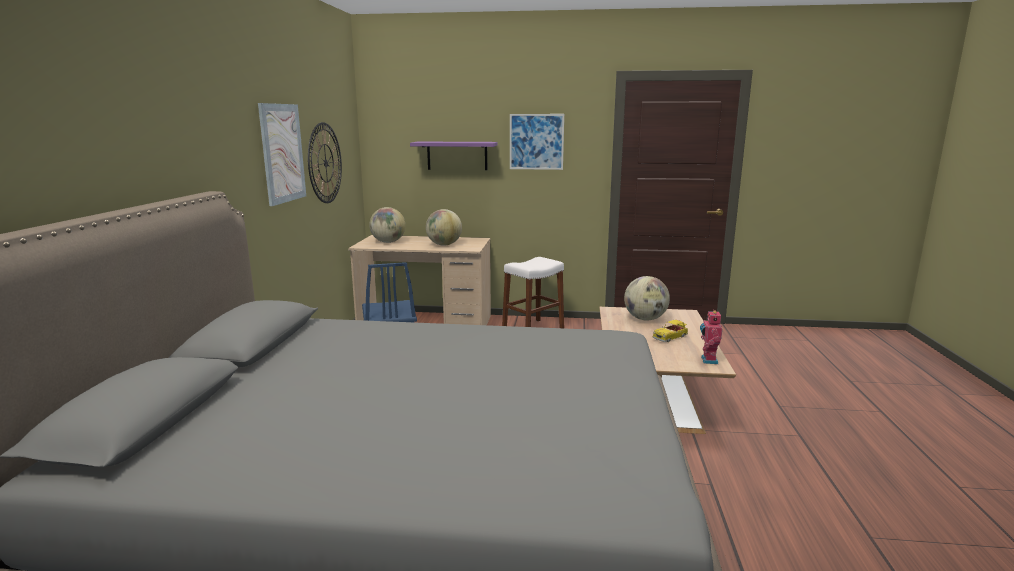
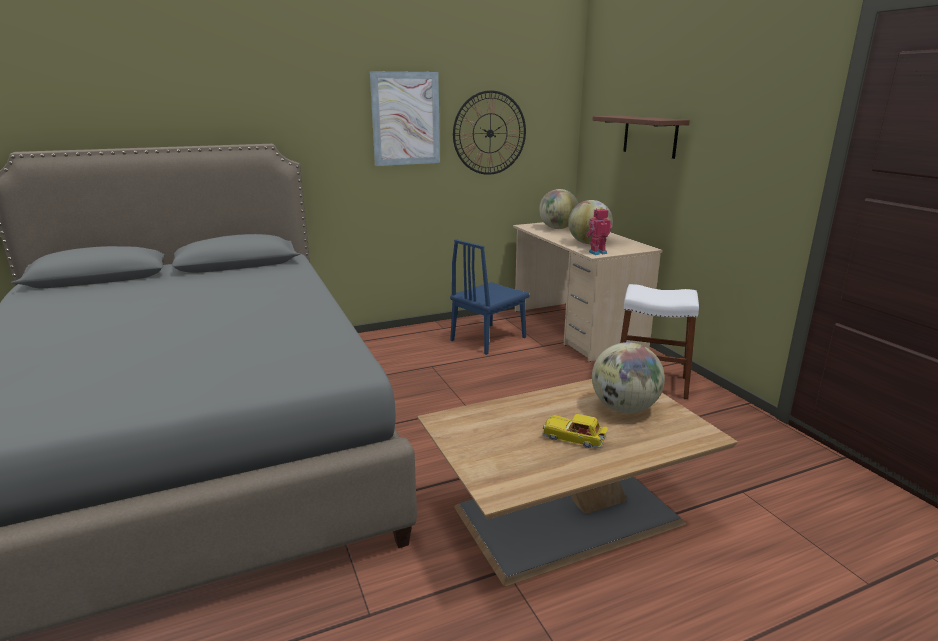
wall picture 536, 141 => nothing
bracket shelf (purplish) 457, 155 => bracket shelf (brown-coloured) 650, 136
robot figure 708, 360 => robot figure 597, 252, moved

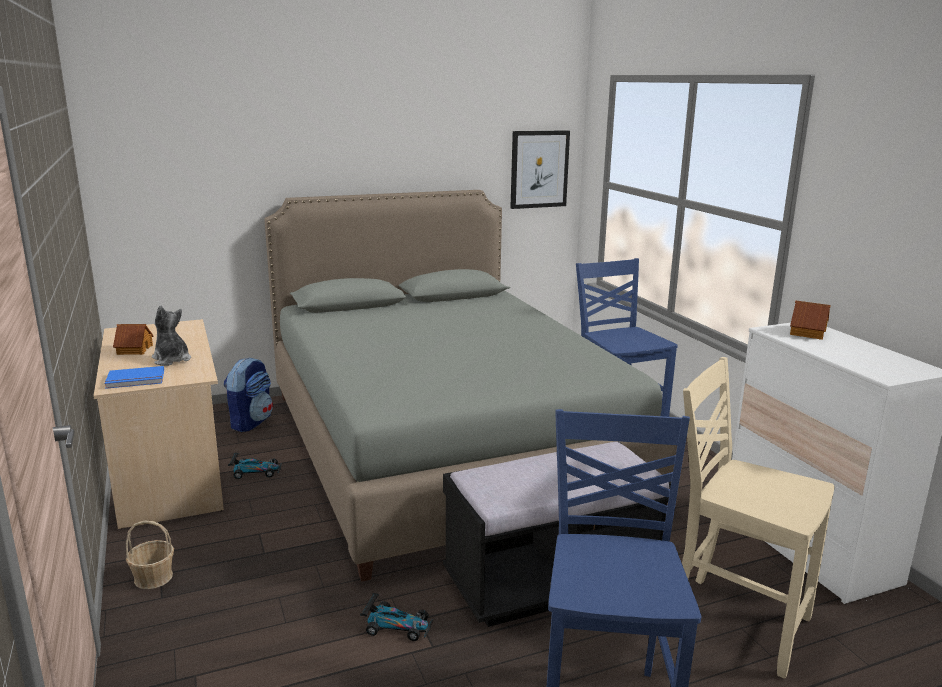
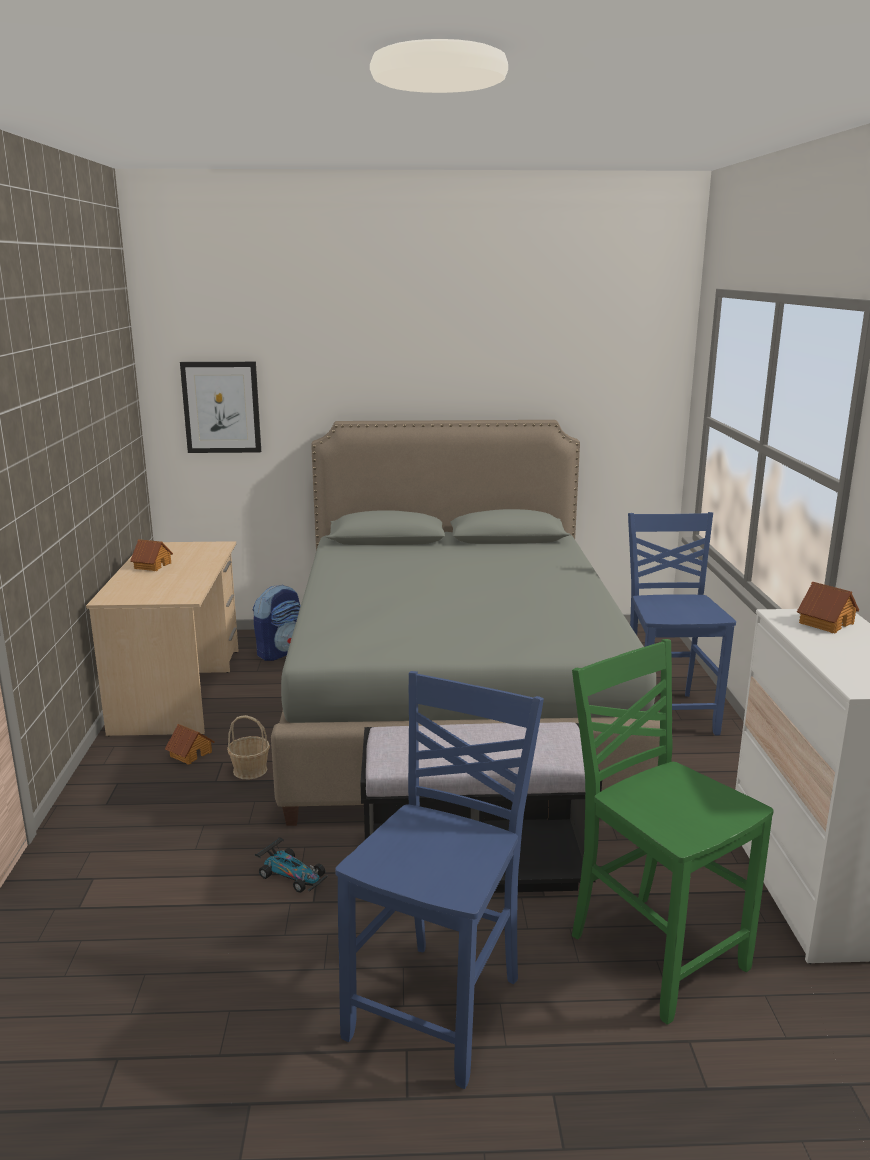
wall picture 539, 169 => wall picture 221, 407, moved
plush toy 171, 360 => nothing
chair (beige) 735, 621 => chair (green) 654, 951
volume (blue) 135, 380 => nothing
model car 255, 471 => nothing
household basket 153, 577 => household basket 250, 770, moved
nothing => miniature house 190, 754

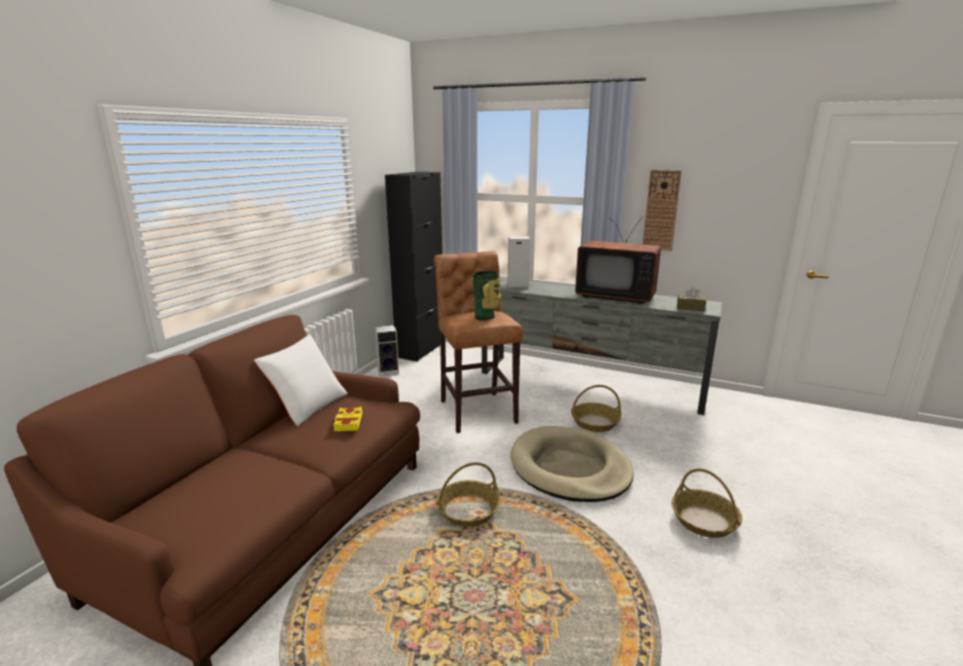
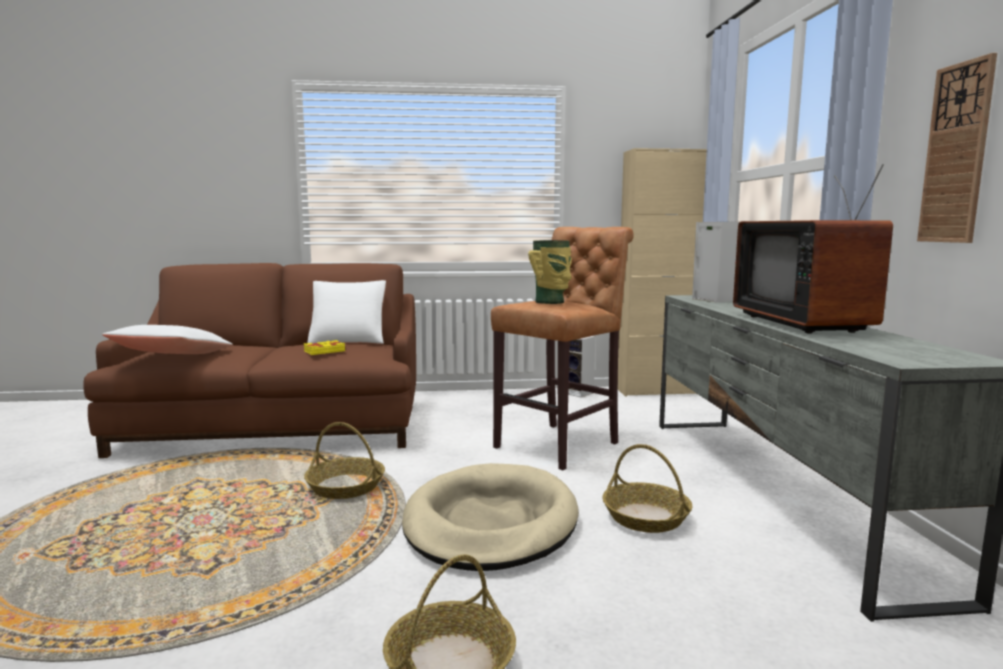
cupboard (blackish) 421, 350 => cupboard (beige) 656, 391
tissue holder (brown-coloured) 690, 308 => nothing
nothing => pillow (white-coloured) 172, 356

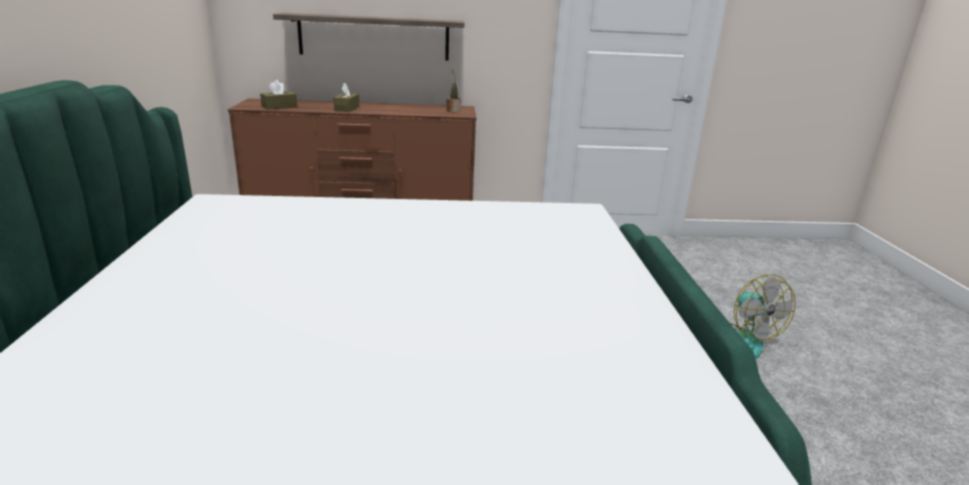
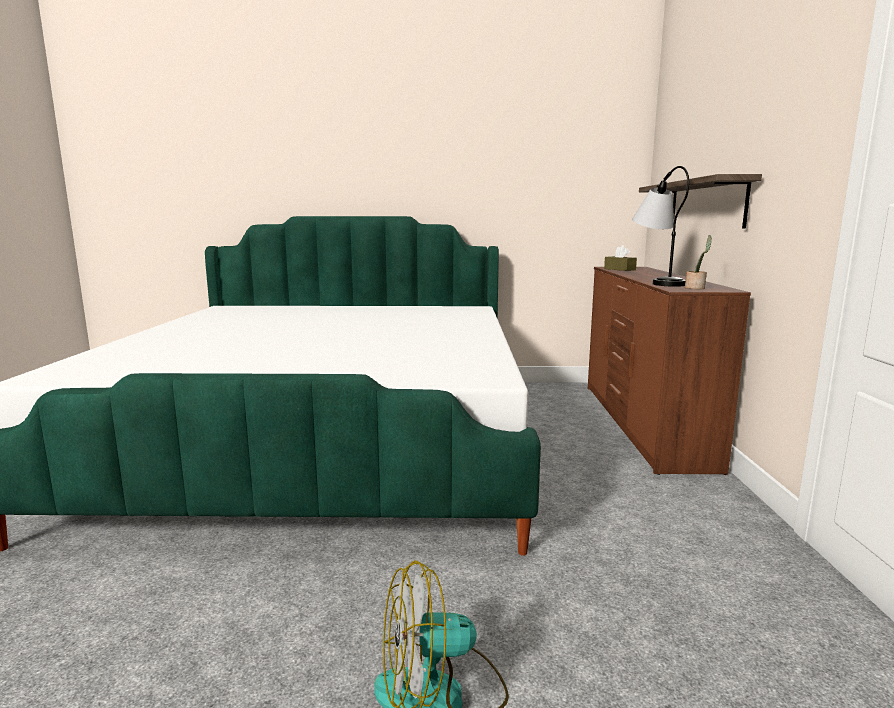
tissue holder (brown-coloured) 347, 109 => nothing
nothing => table lamp 656, 282

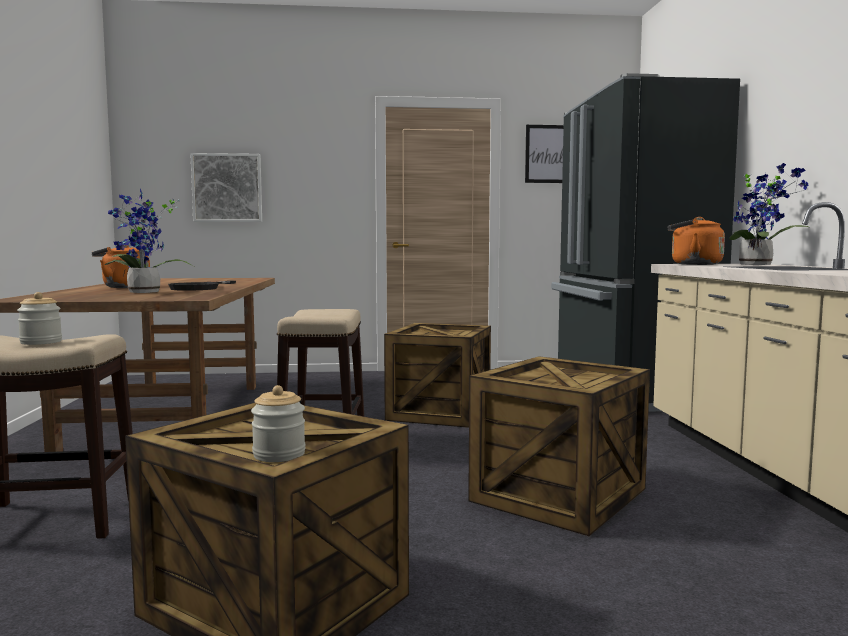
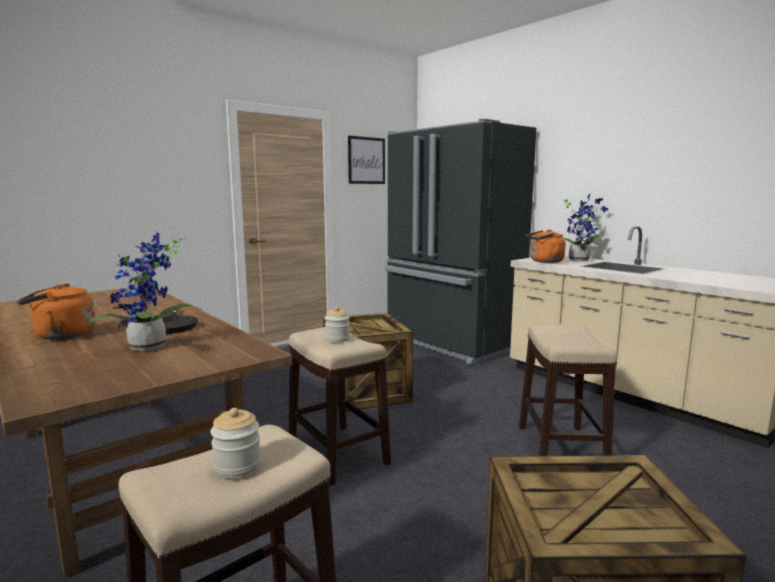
wall picture 227, 188 => nothing
crate 560, 495 => stool seat 561, 449
storage jar 279, 454 => storage jar 337, 339, moved

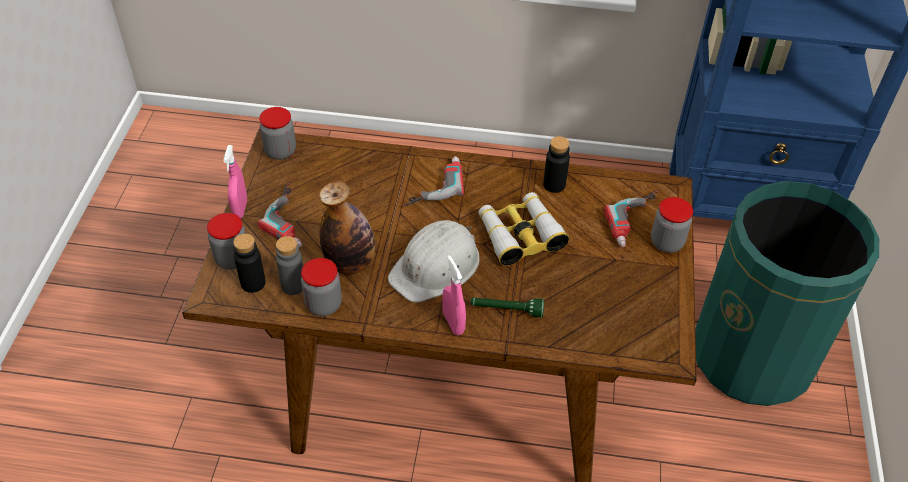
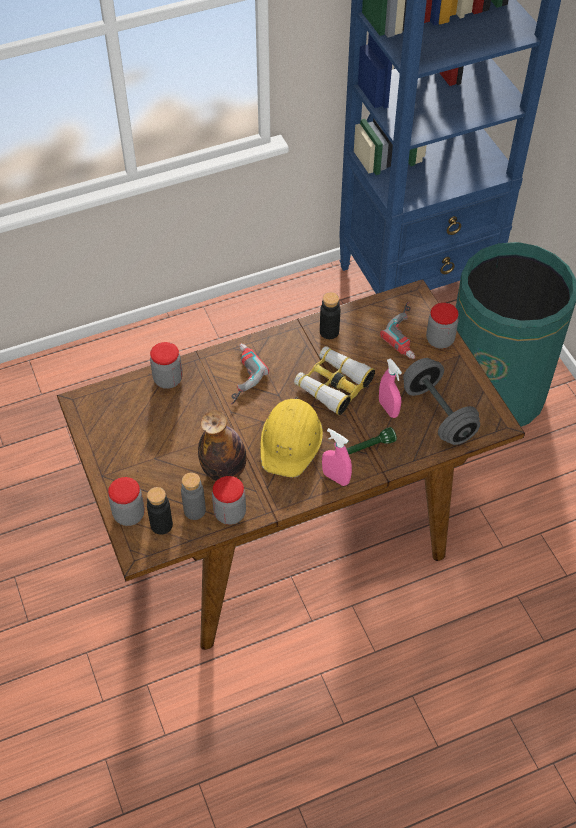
storage jar 280, 151 => storage jar 168, 379, moved
spray bottle (pinkish) 240, 209 => spray bottle (pinkish) 388, 409, moved
power drill 293, 219 => nothing
safety helmet (white-coloured) 436, 266 => safety helmet (yellow-coloured) 291, 440
nothing => dumbbell (gray) 438, 414

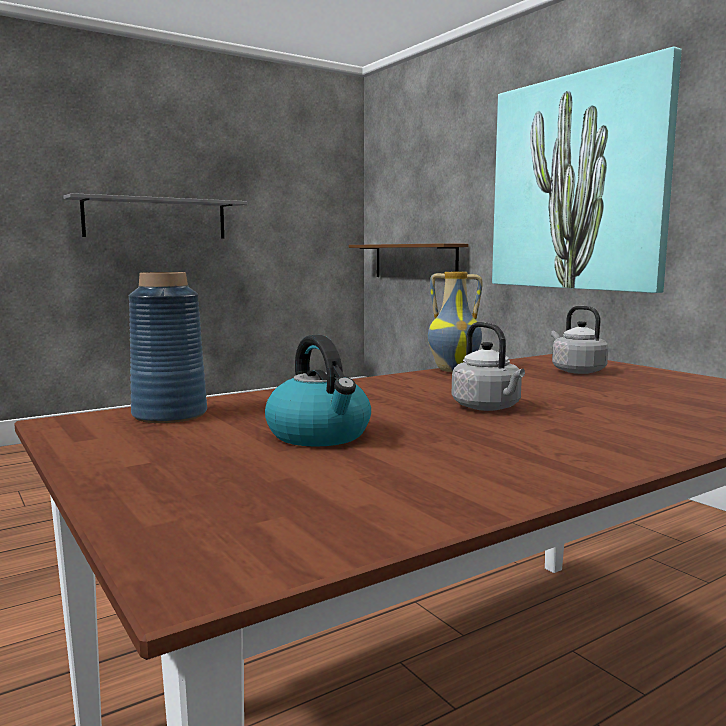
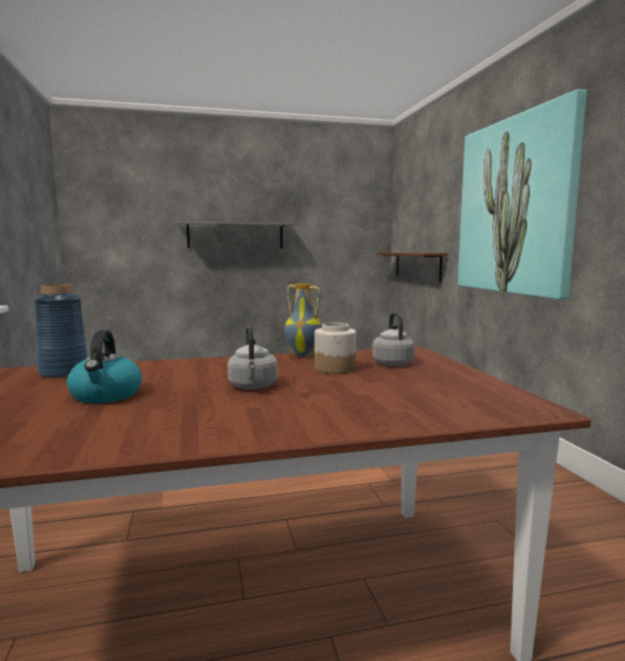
nothing => storage jar 335, 368

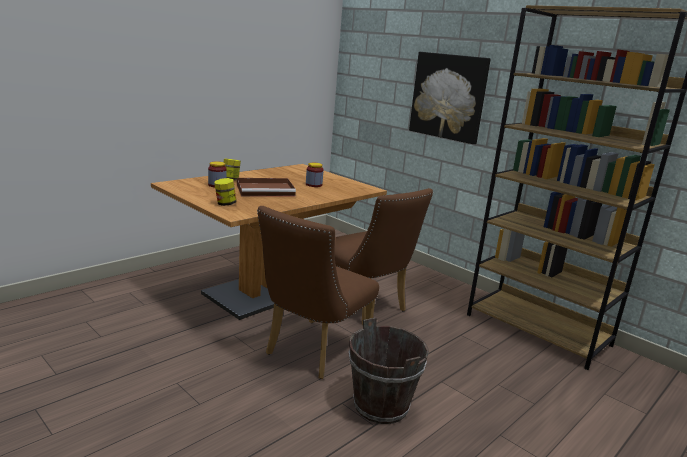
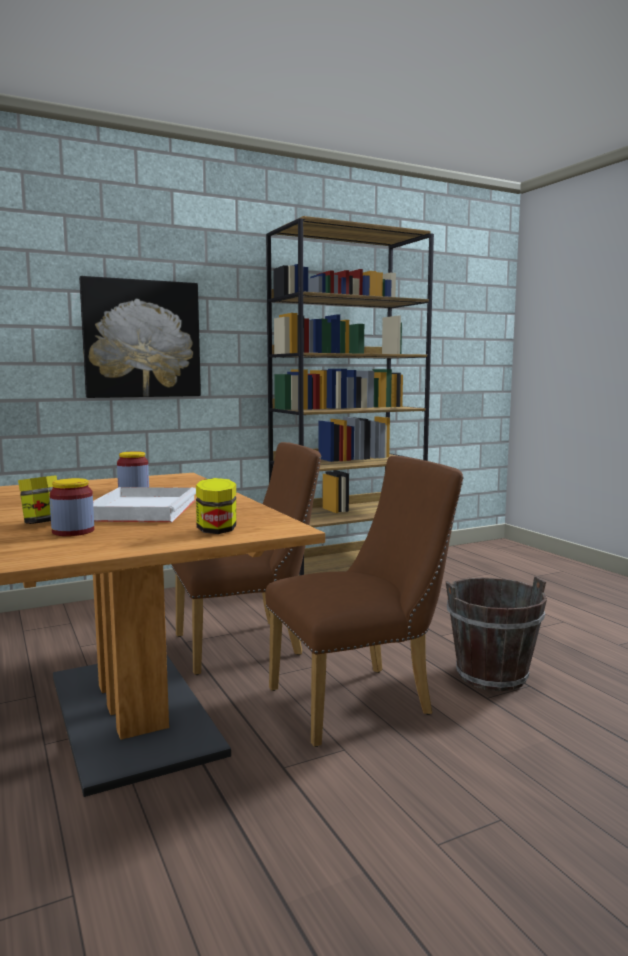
tray (brown-coloured) 266, 190 => tray (white-coloured) 143, 510
chair (brown-coloured) 311, 352 => chair (brown-coloured) 361, 701, 75 degrees counterclockwise

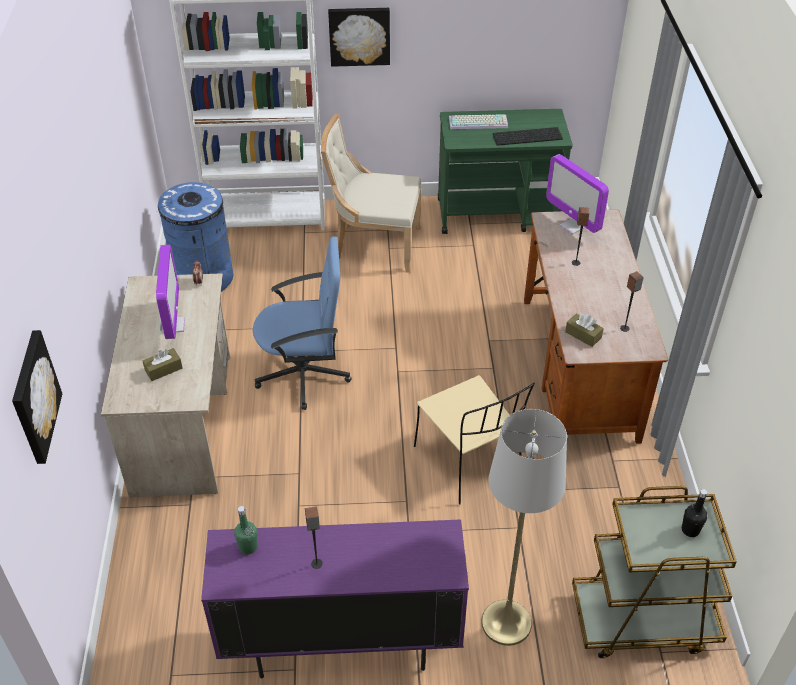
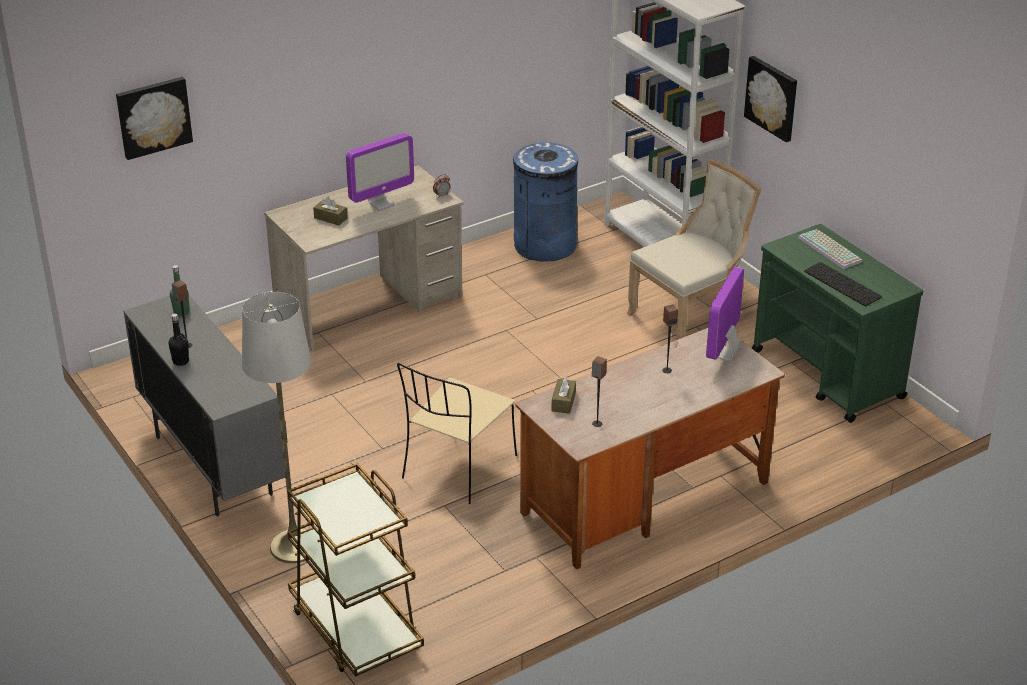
chair (beige) 373, 245 => chair (beige) 690, 316, 75 degrees clockwise
office chair (blue) 305, 374 => nothing
beverage bottle (blackish) 690, 530 => beverage bottle (blackish) 180, 361, moved
cupboard (purplish) 341, 644 => cupboard (gray) 213, 465

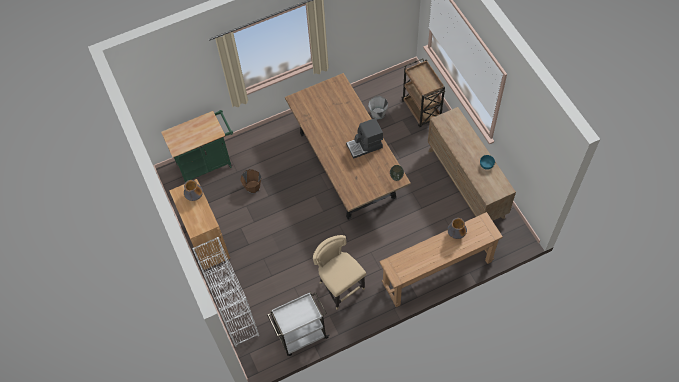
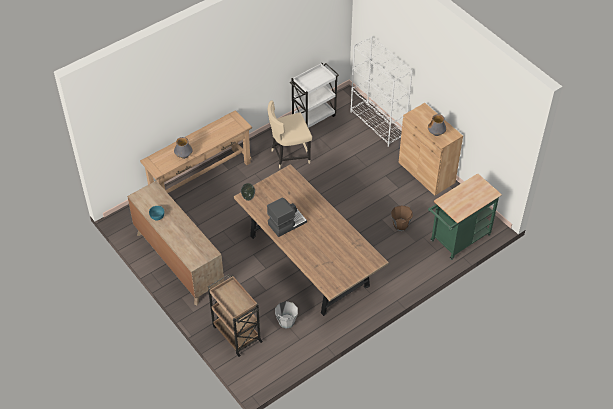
chair (beige) 340, 286 => chair (beige) 289, 155, 120 degrees clockwise

